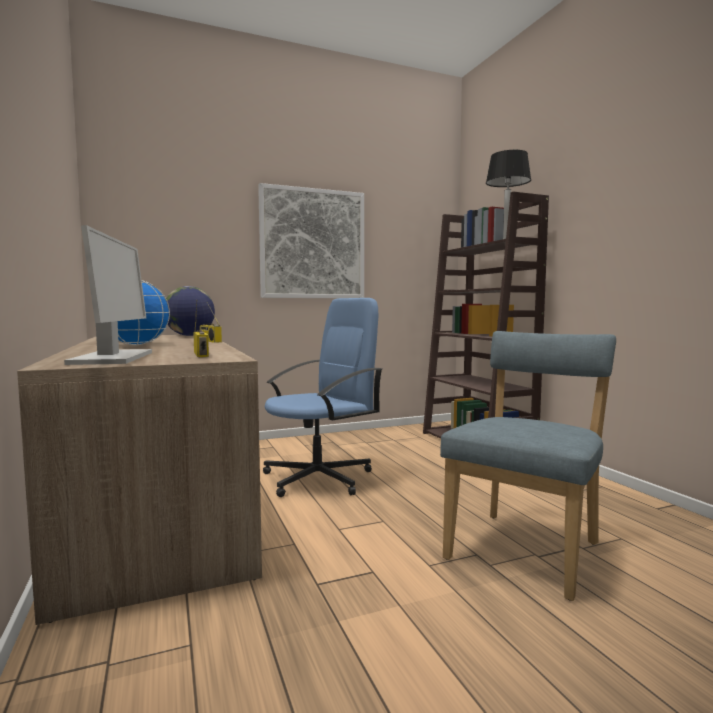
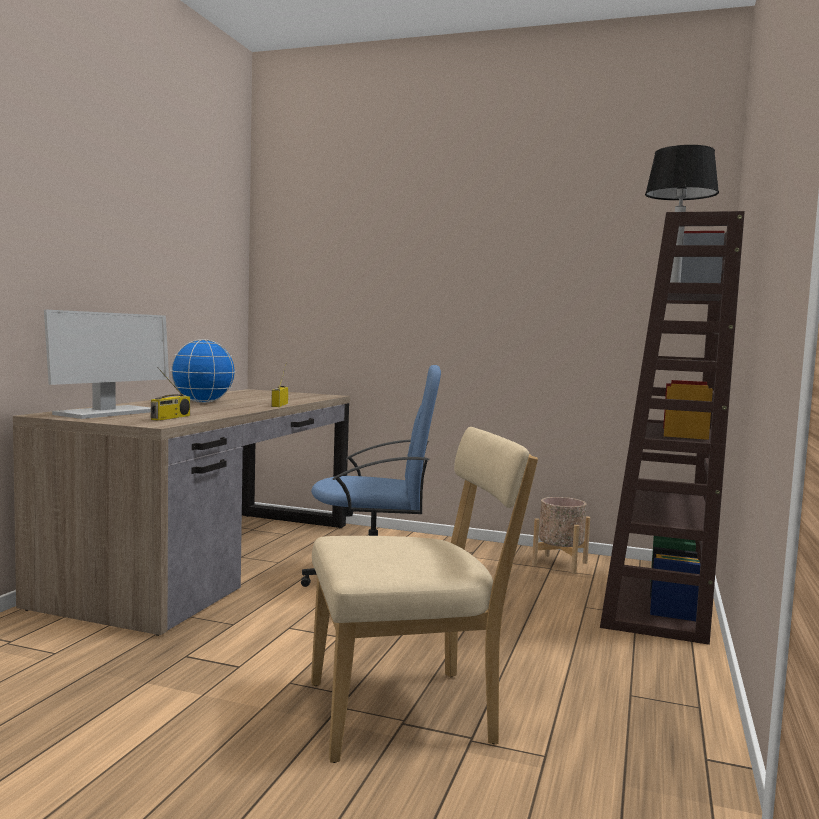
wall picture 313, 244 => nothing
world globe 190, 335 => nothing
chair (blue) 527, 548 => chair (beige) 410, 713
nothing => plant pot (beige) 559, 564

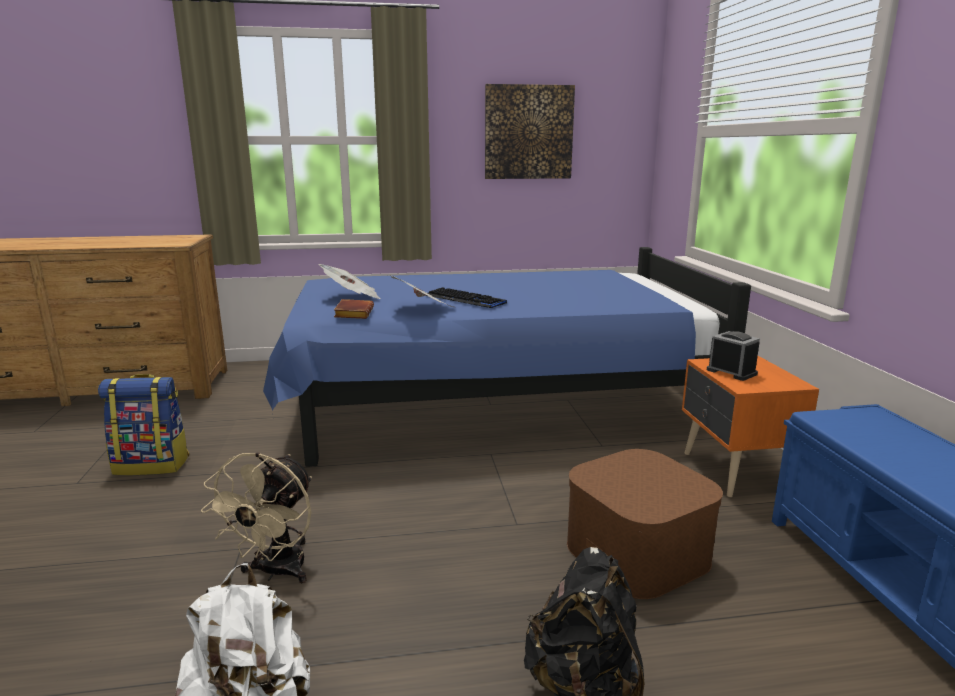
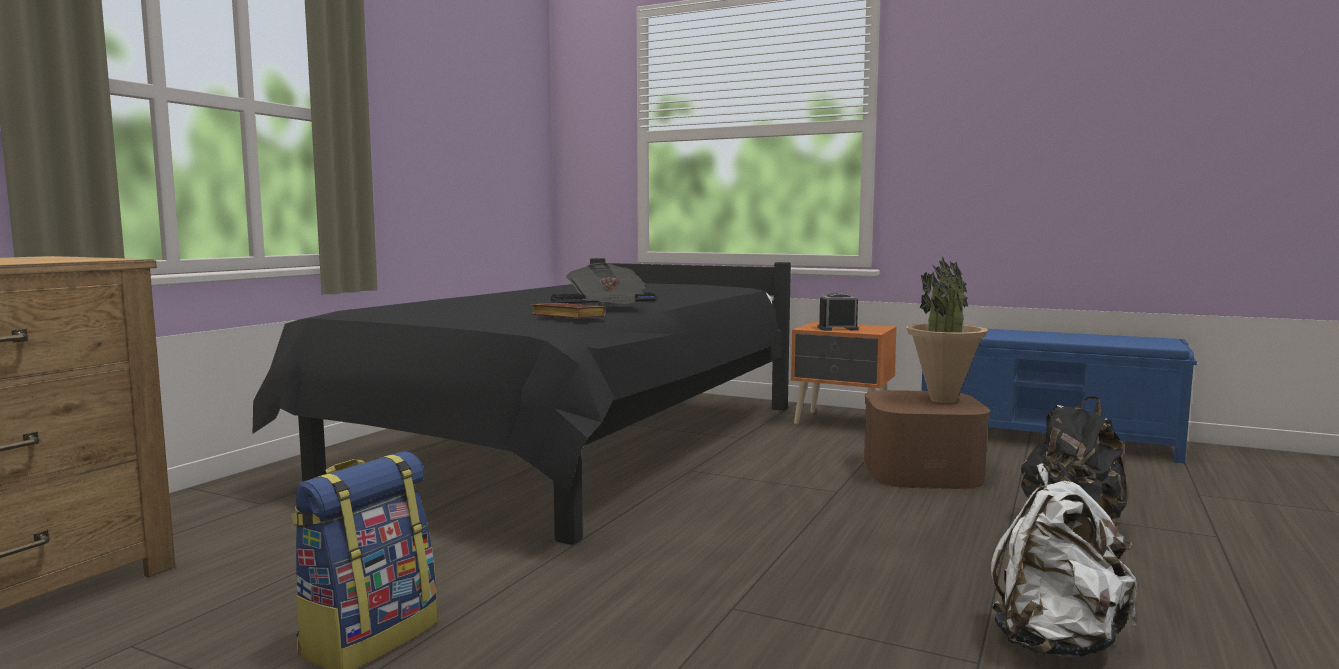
wall picture 528, 132 => nothing
bed (blue) 489, 404 => bed (blackish) 577, 446
newspaper 352, 297 => nothing
fan (beige) 276, 572 => nothing
nothing => potted plant 943, 400

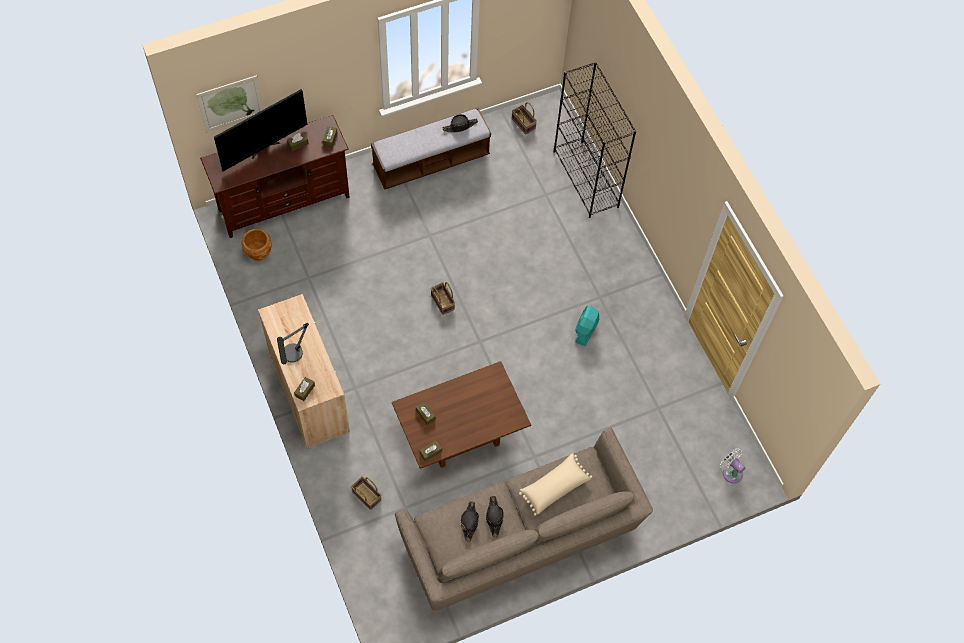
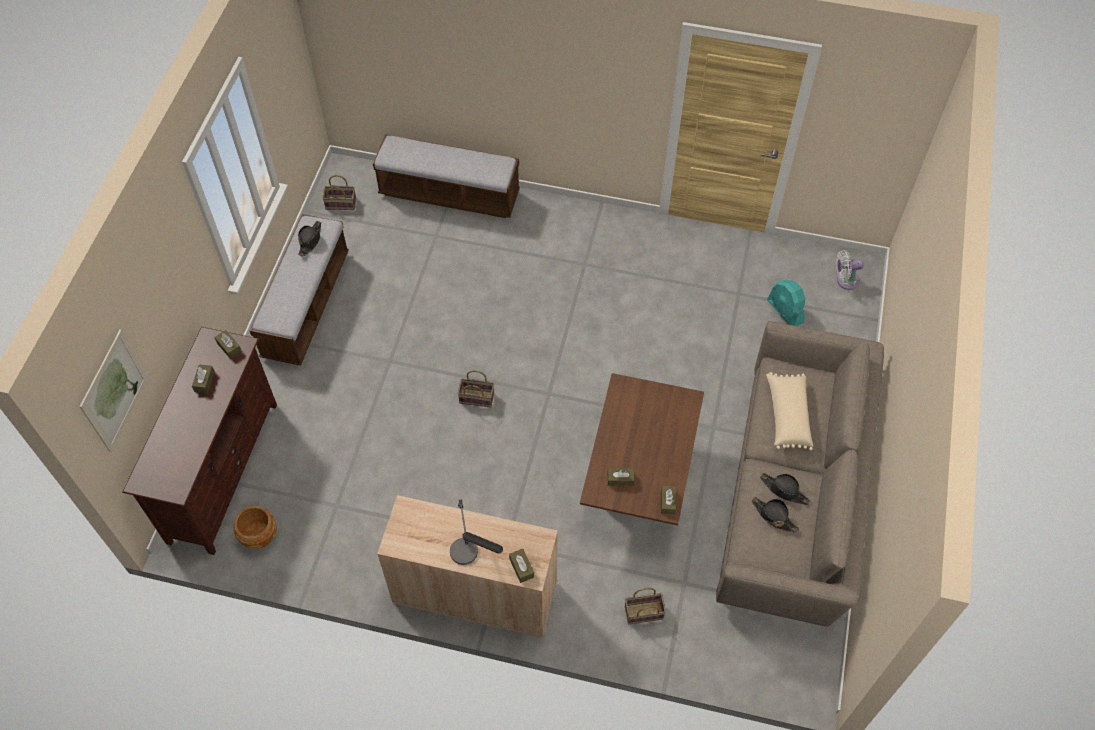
bookshelf (blackish) 586, 179 => long seat 449, 194
TV 264, 148 => nothing
fan (blue-green) 585, 330 => fan (blue-green) 785, 311, moved

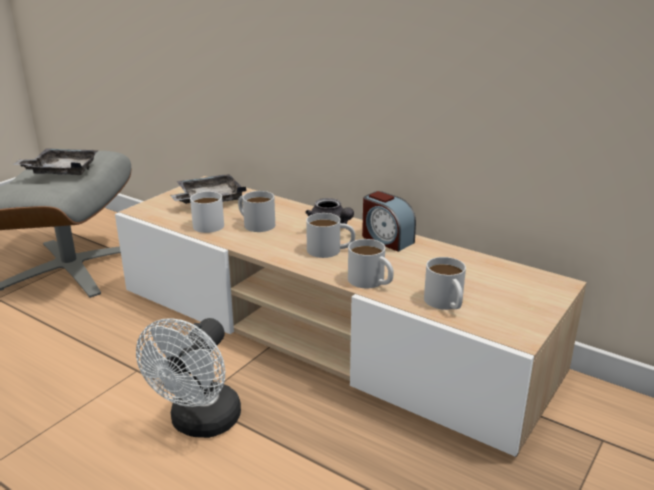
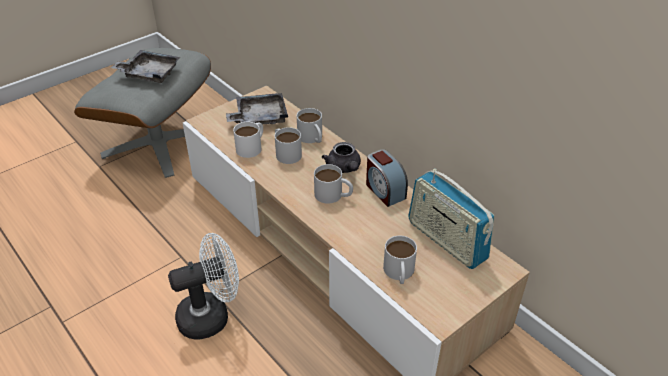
tea mug (white-coloured) 371, 282 => tea mug (white-coloured) 312, 138, moved
fan (white-coloured) 200, 424 => fan (white-coloured) 211, 315, 150 degrees counterclockwise
nothing => radio set 446, 240

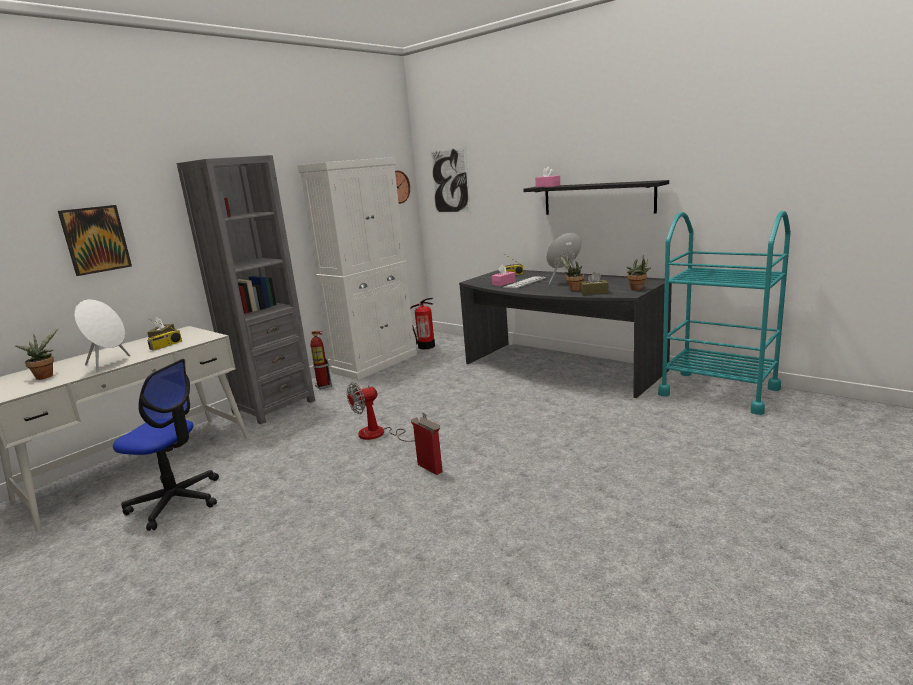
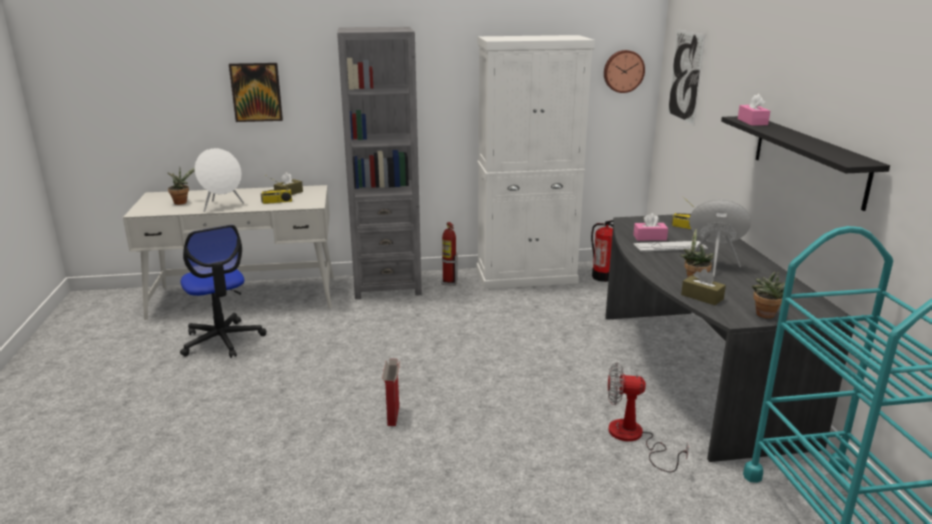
fan 380, 434 => fan 634, 438, moved

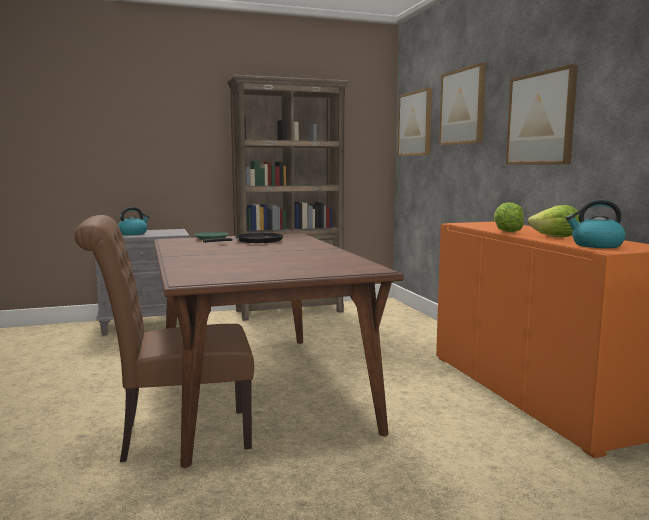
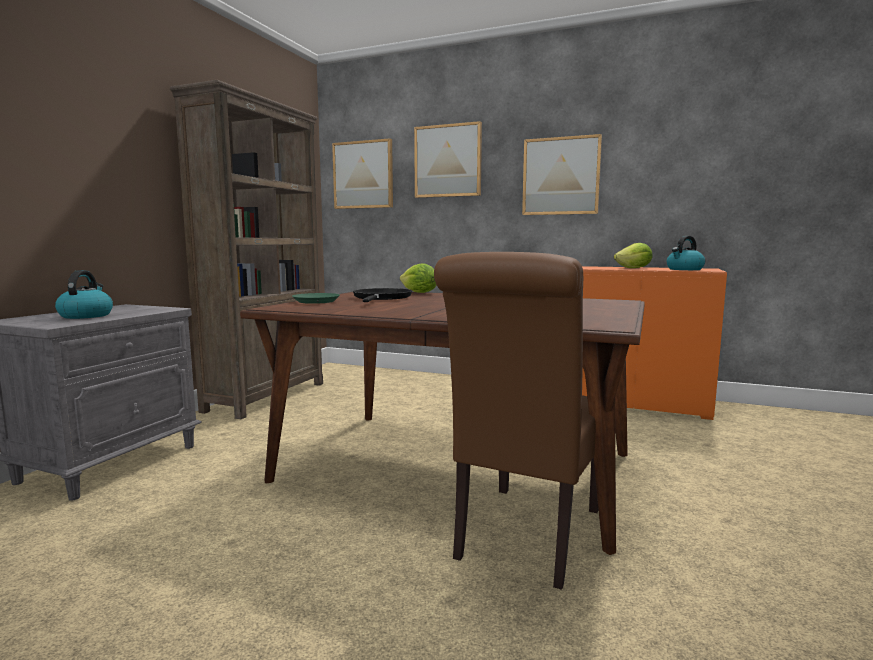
lettuce 506, 232 => lettuce 418, 293, moved

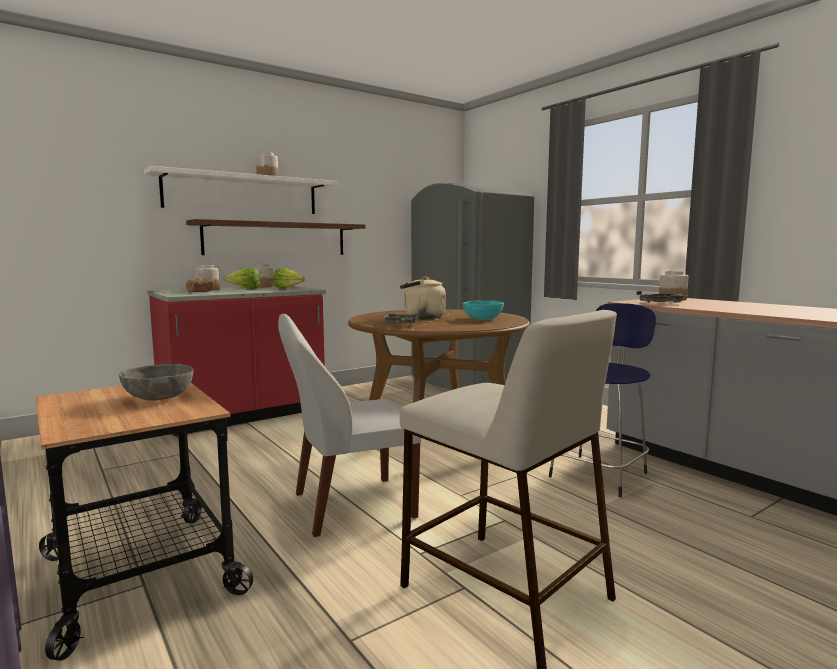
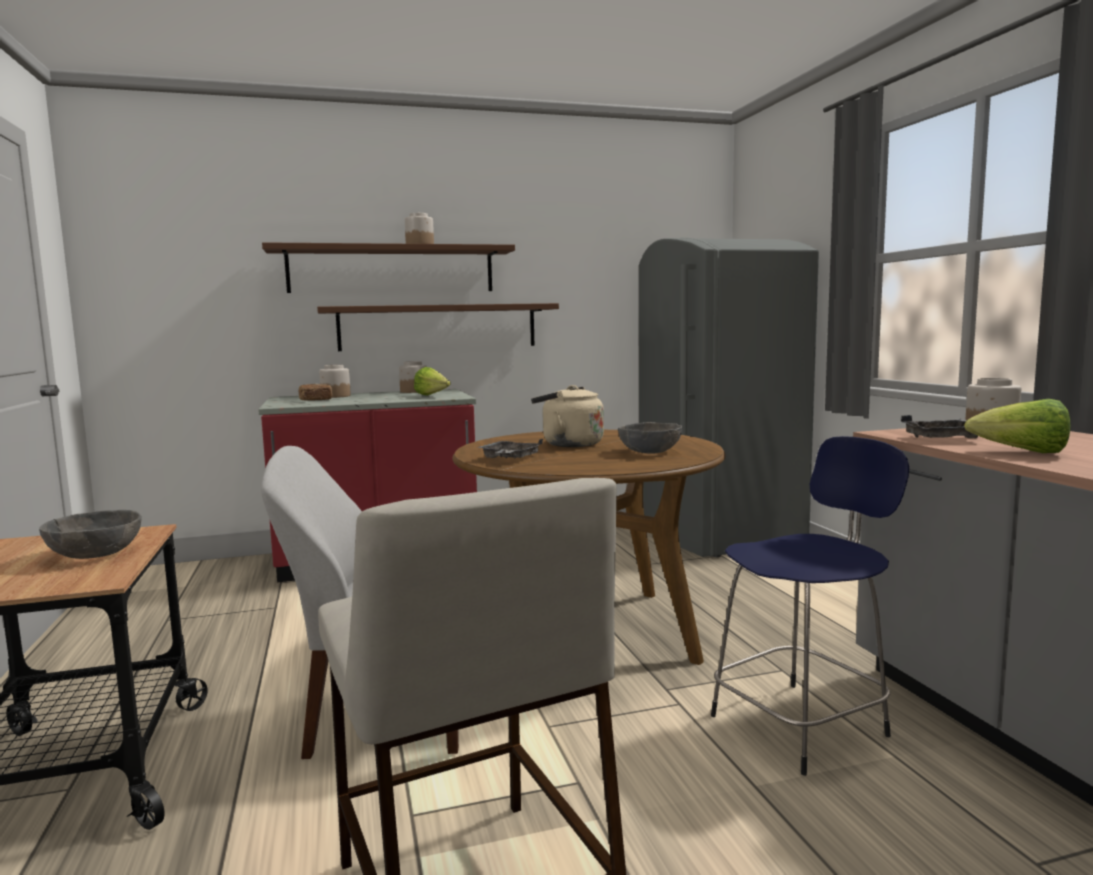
bracket shelf (white-coloured) 243, 194 => bracket shelf (brown-coloured) 392, 270
lettuce 245, 289 => lettuce 1022, 452, moved
bowl (blue-green) 483, 319 => bowl (gray) 650, 452

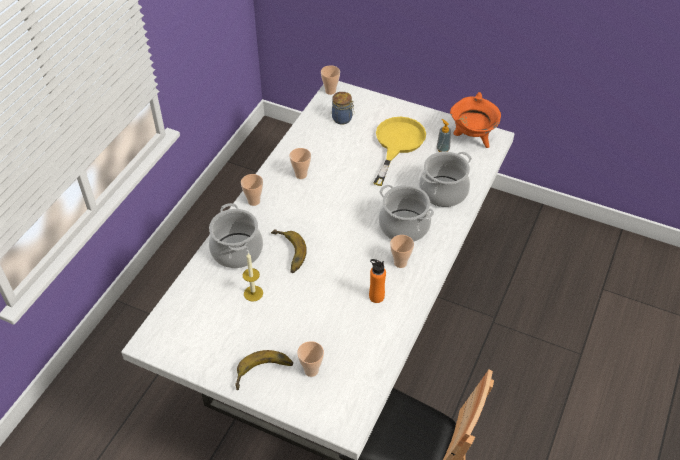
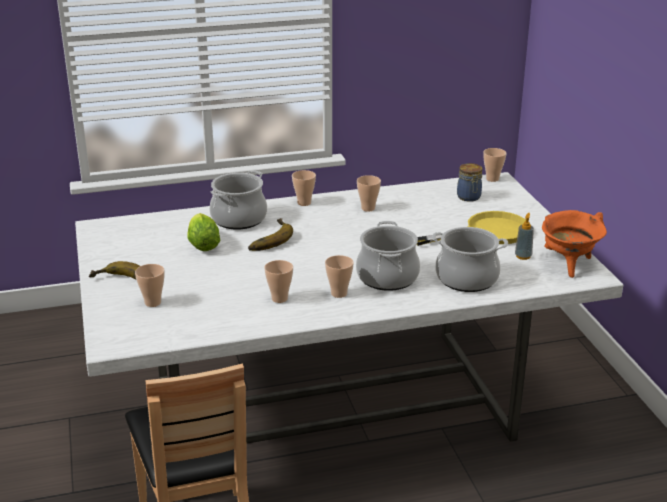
wax light 253, 293 => lettuce 203, 244
beverage bottle (orange) 376, 296 => drinking cup 279, 298

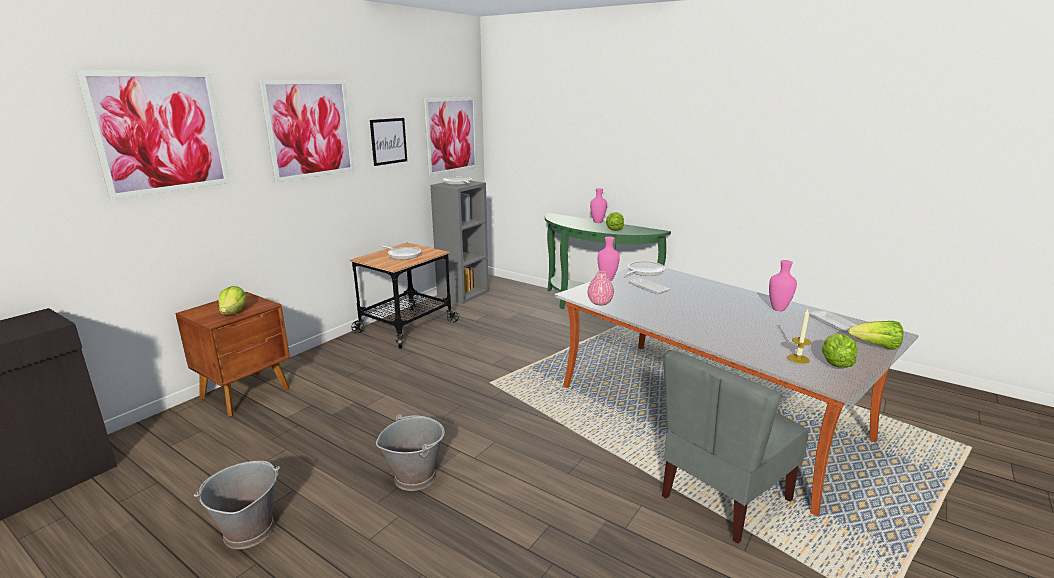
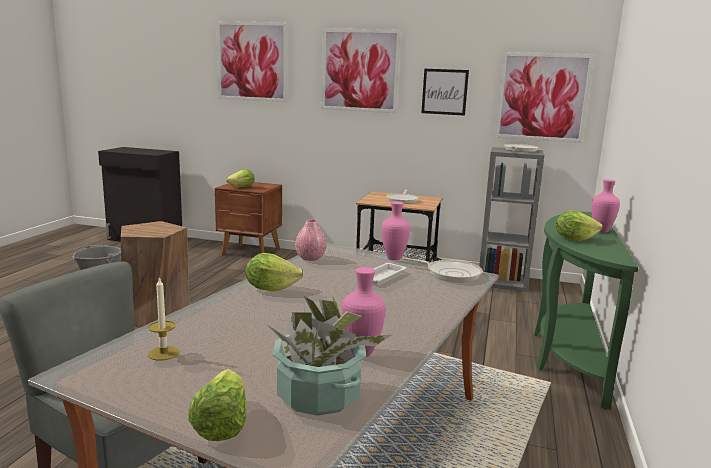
tray (white-coloured) 833, 324 => potted plant 318, 395
lettuce 835, 363 => lettuce 271, 288, moved
pail (gray) 415, 476 => stool seat (brown-coloured) 157, 317

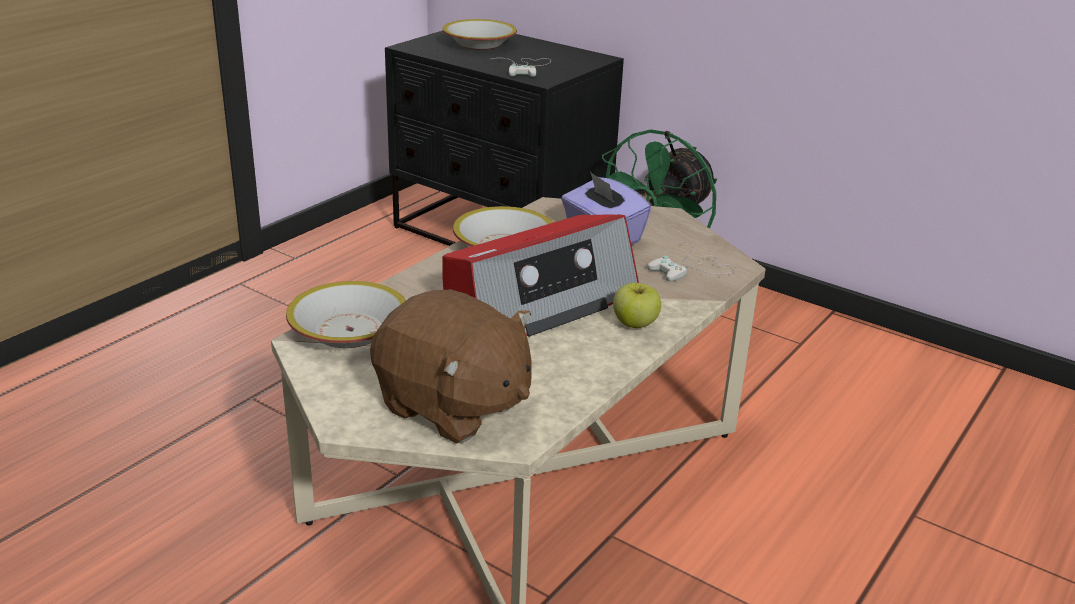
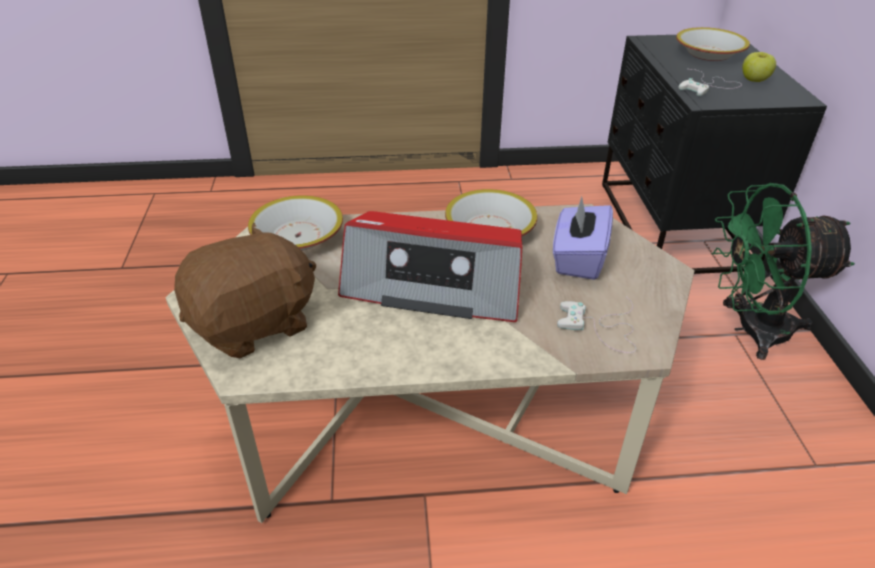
whole apple 635, 324 => whole apple 754, 80, moved
plush toy (brown-coloured) 453, 406 => plush toy (brown-coloured) 254, 324, 120 degrees counterclockwise

